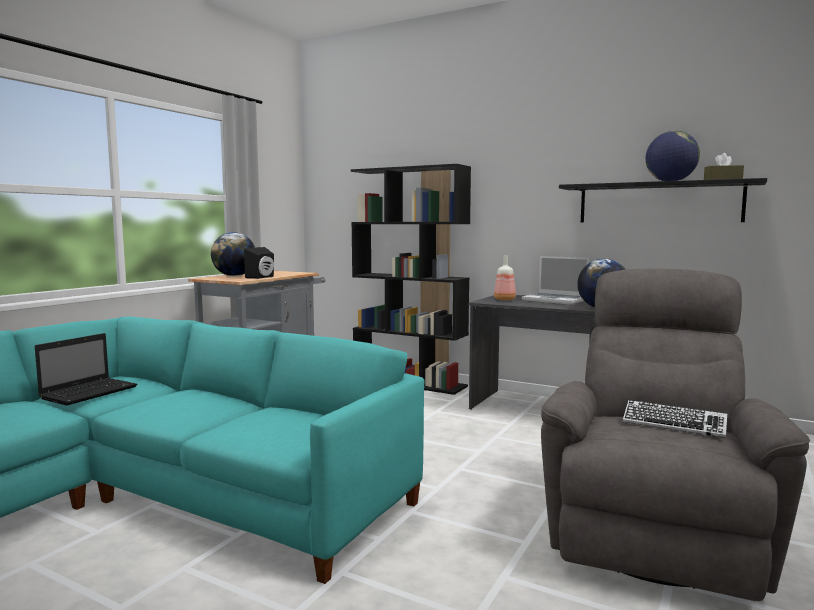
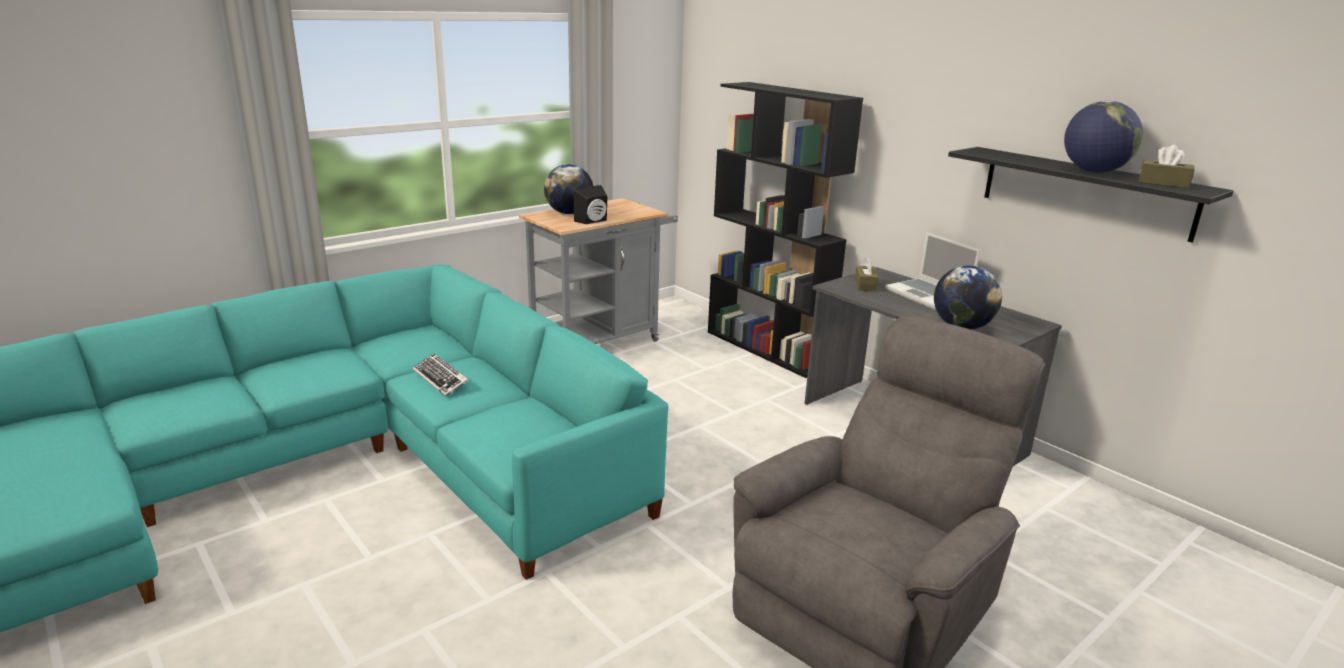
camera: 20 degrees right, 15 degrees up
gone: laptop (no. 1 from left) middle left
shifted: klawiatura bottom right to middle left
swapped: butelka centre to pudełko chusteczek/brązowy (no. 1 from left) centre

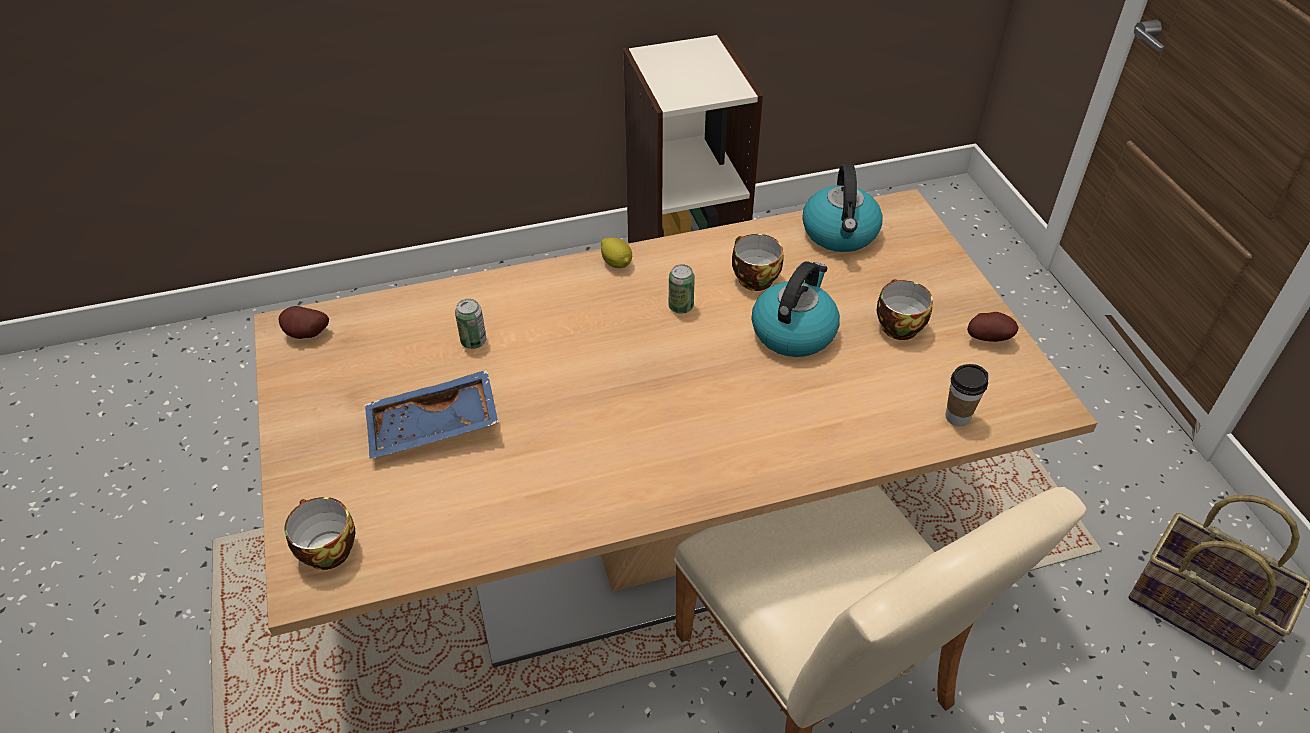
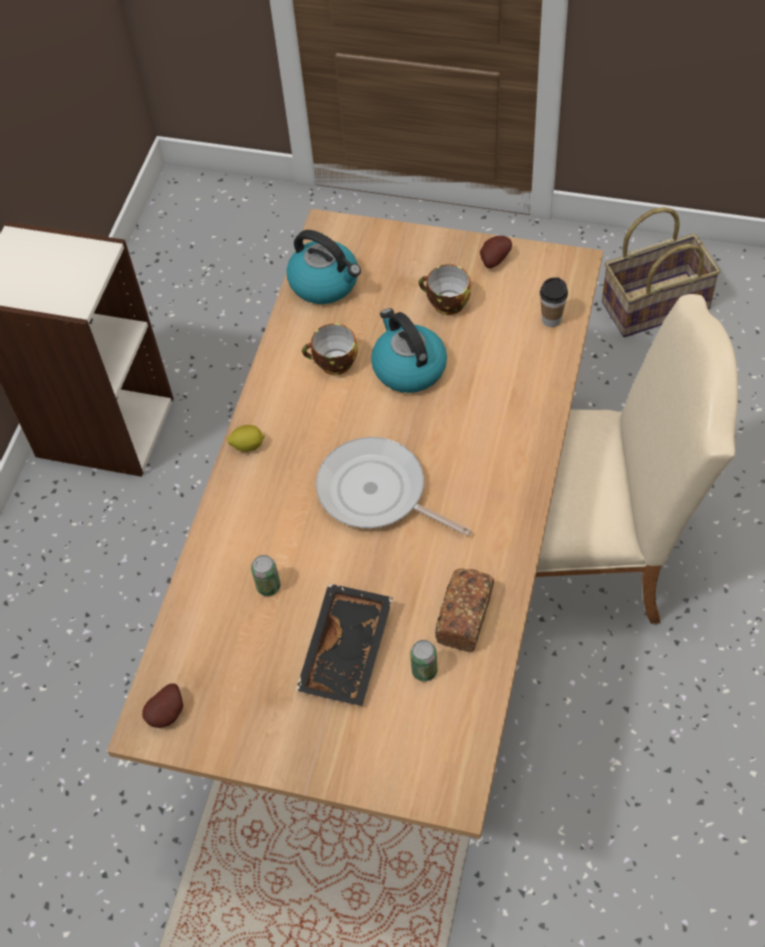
camera: 55 degrees left, 10 degrees up
gone: filiżanka (no. 1 from left) bottom left
new: patelnia centre; chleb centre
shifted: puszka (no. 2 from left) centre to bottom centre
repainted: taca/niebieski middle left to taca/czarny bottom centre

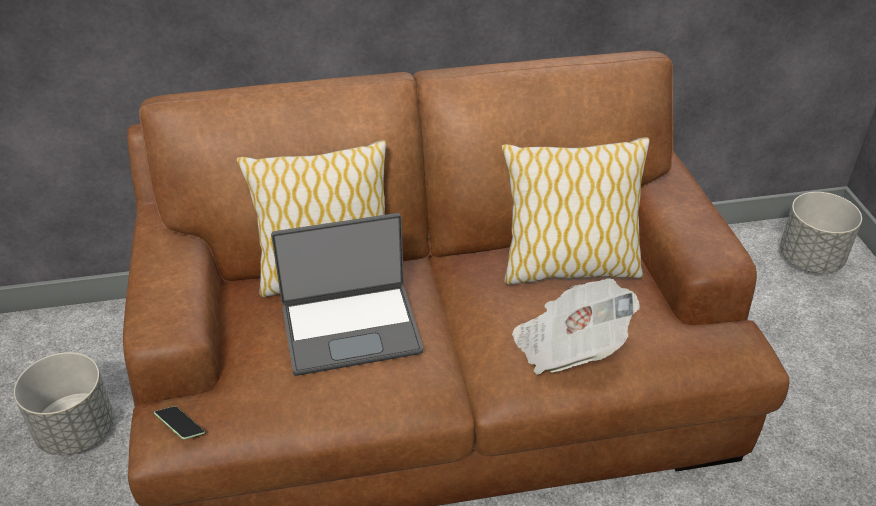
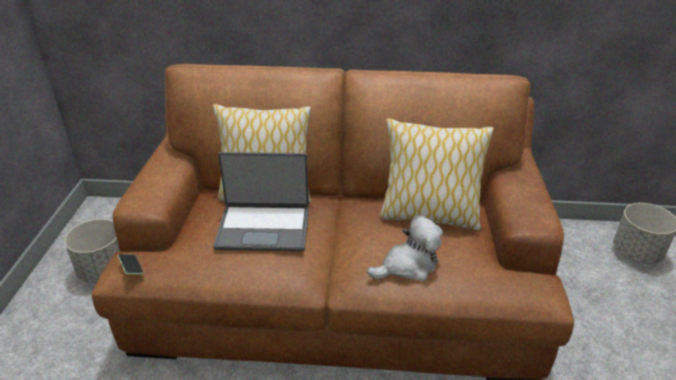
camera: 15 degrees right, 5 degrees down
swapped: gazeta centre to pluszak centre

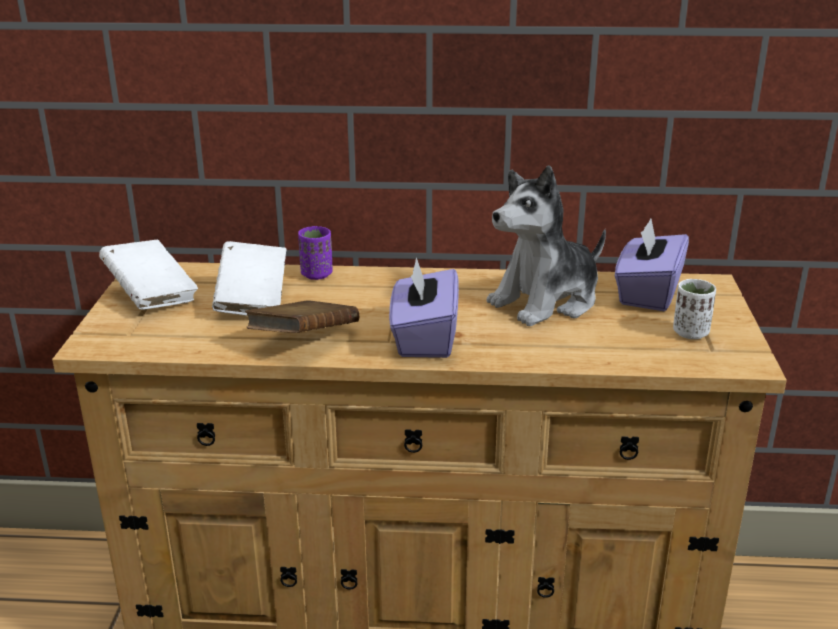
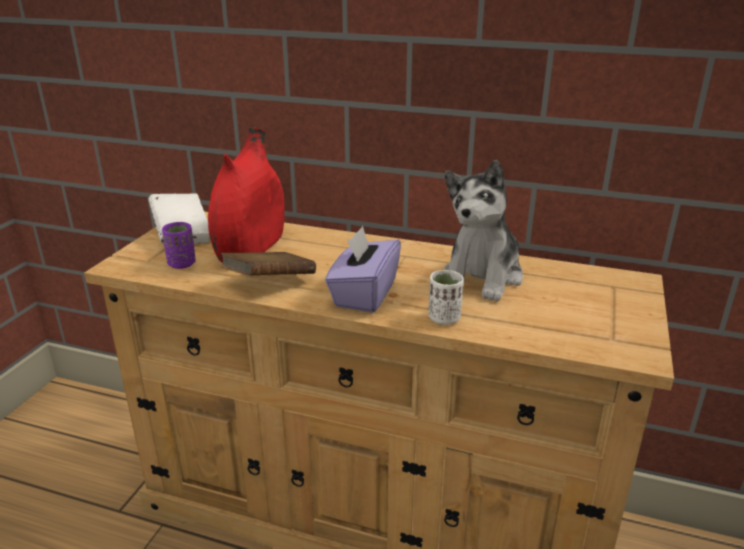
camera: 15 degrees right, 0 degrees up
gone: pudełko chusteczek/fioletowy (no. 2 from left) middle right
shifted: filiżanka/fioletowy centre to middle left; filiżanka/biały middle right to centre
swapped: książka/biały (no. 2 from left) middle left to wazon/czerwony middle left
rotated: pluszak centre = centre 45 degrees counterclockwise

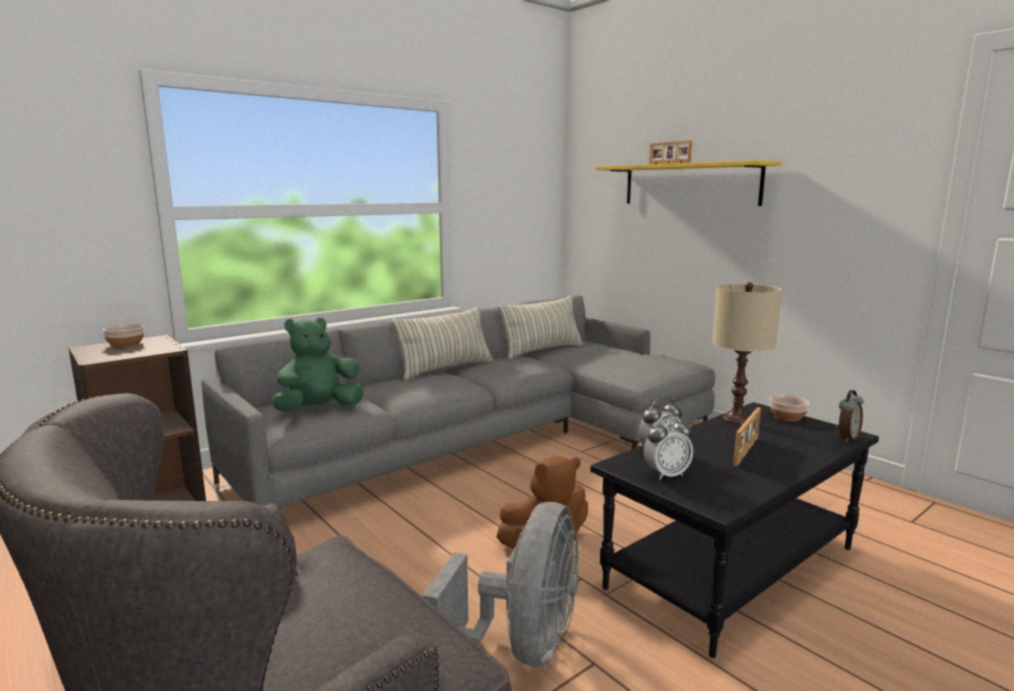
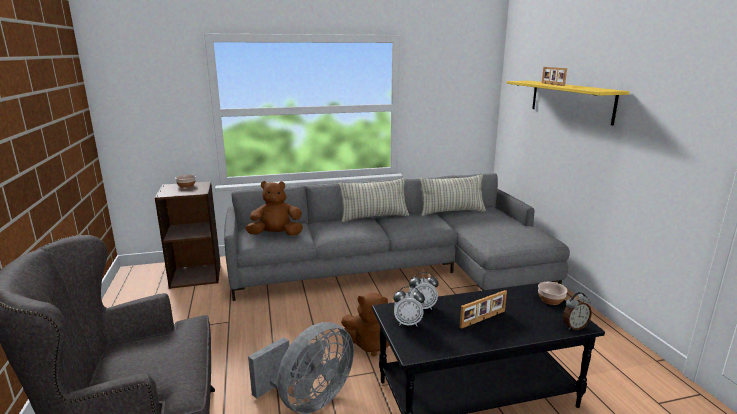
camera: 25 degrees right, 5 degrees up
gone: lampa stołowa/beżowy middle right
repainted: pluszak/zielony middle left to pluszak/brązowy (no. 1 from left) centre

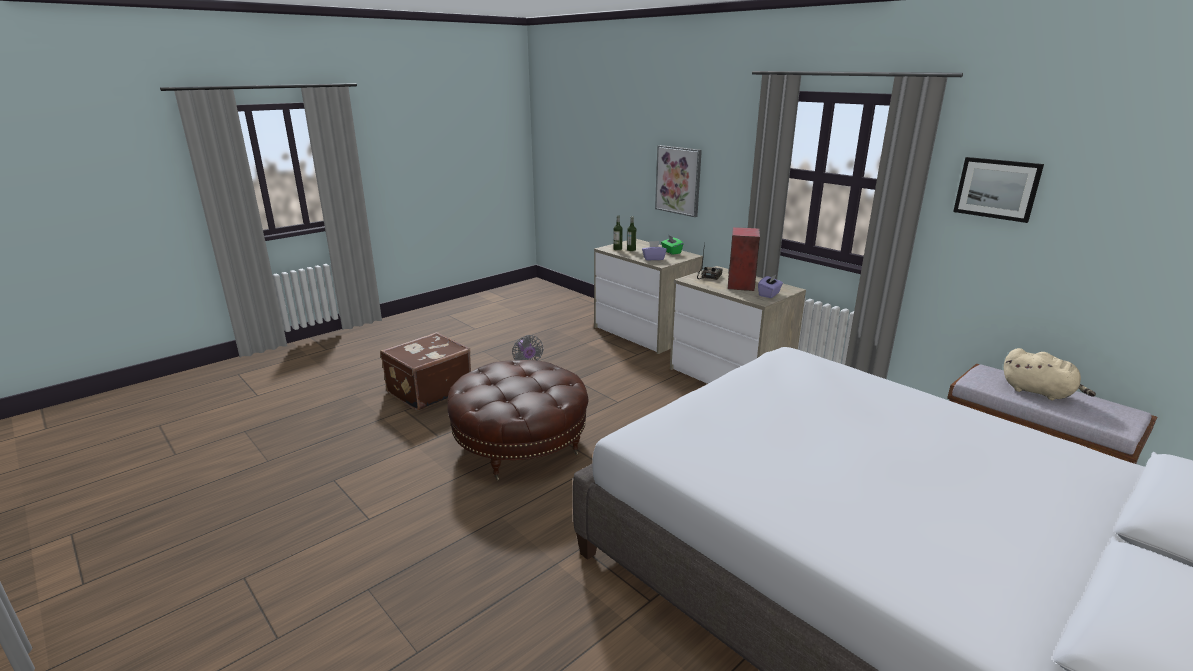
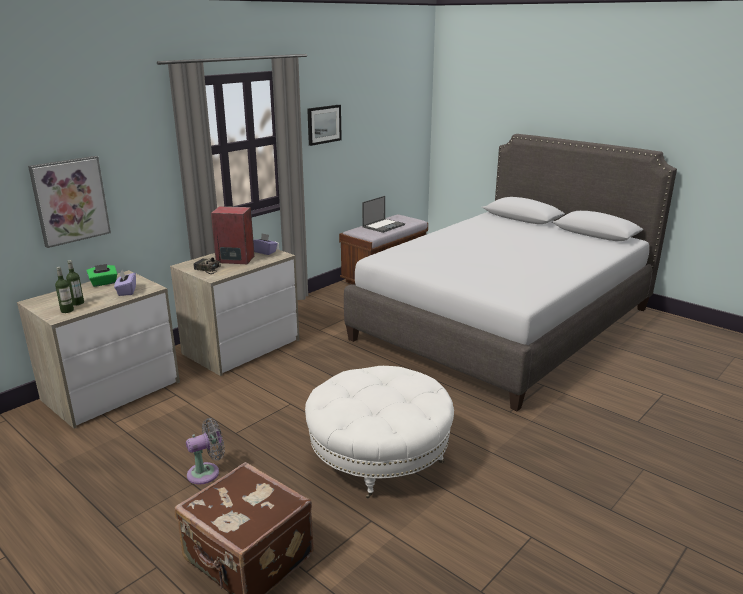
camera: 95 degrees left, 0 degrees up
swapped: pluszak/beżowy middle right to laptop centre
repainted: pufa/brązowy centre to pufa/biały bottom centre

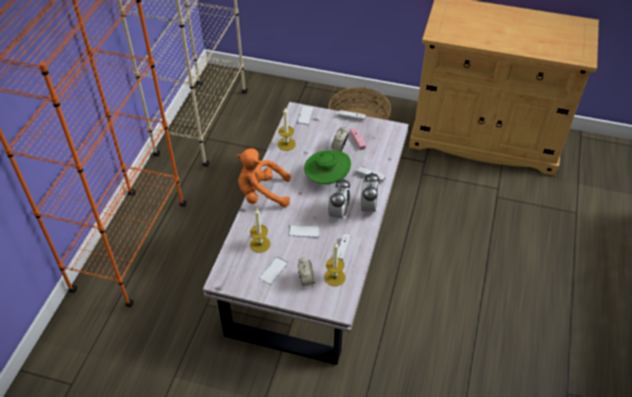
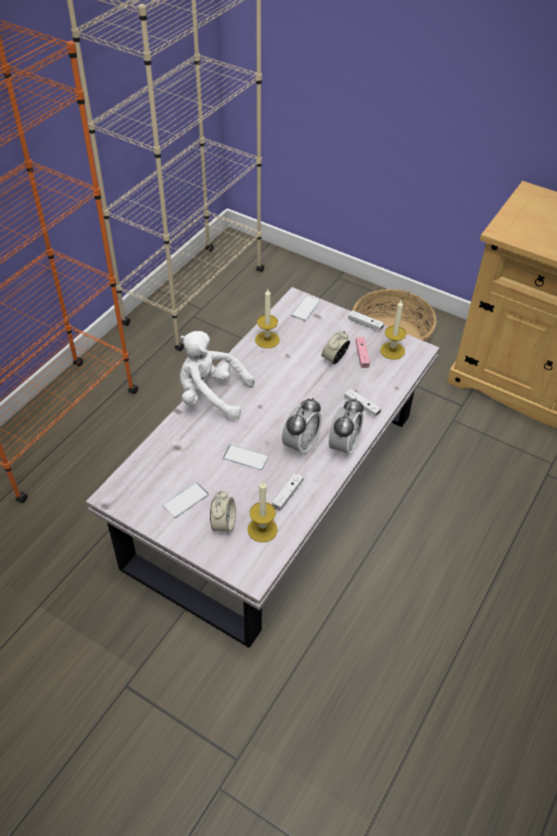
camera: 15 degrees right, 0 degrees up
gone: kapelusz/zielony centre
shifted: świeca (no. 1 from left in the first image) centre to świeca (no. 3 from left) middle right
repainted: pluszak/pomarańczowy centre to pluszak/biały centre

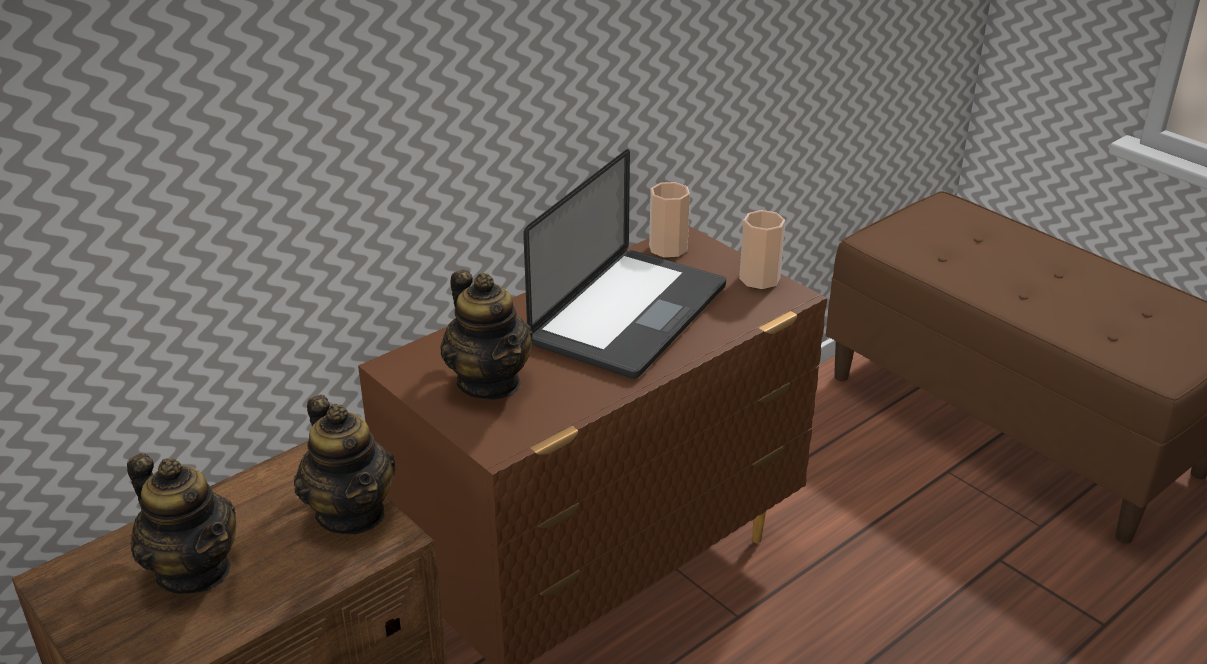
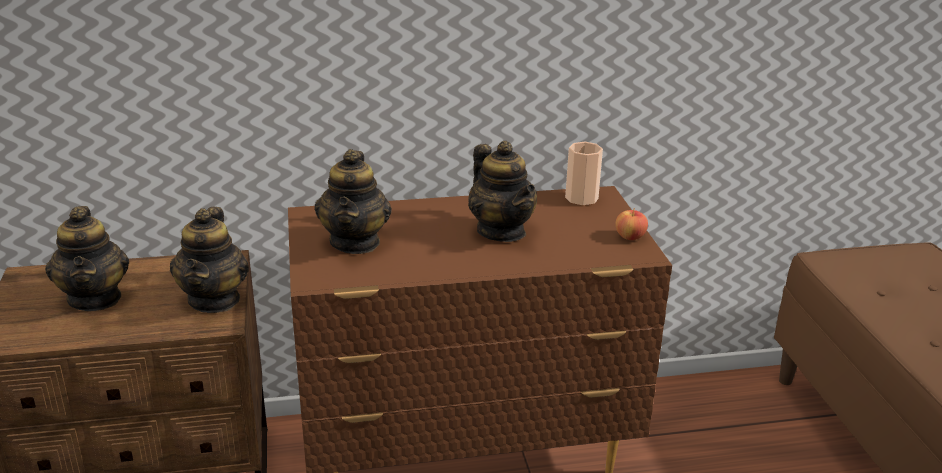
camera: 30 degrees right, 5 degrees down
swapped: laptop centre to imbryk (no. 4 from left) centre; filiżanka (no. 2 from left) centre to jabłko middle right

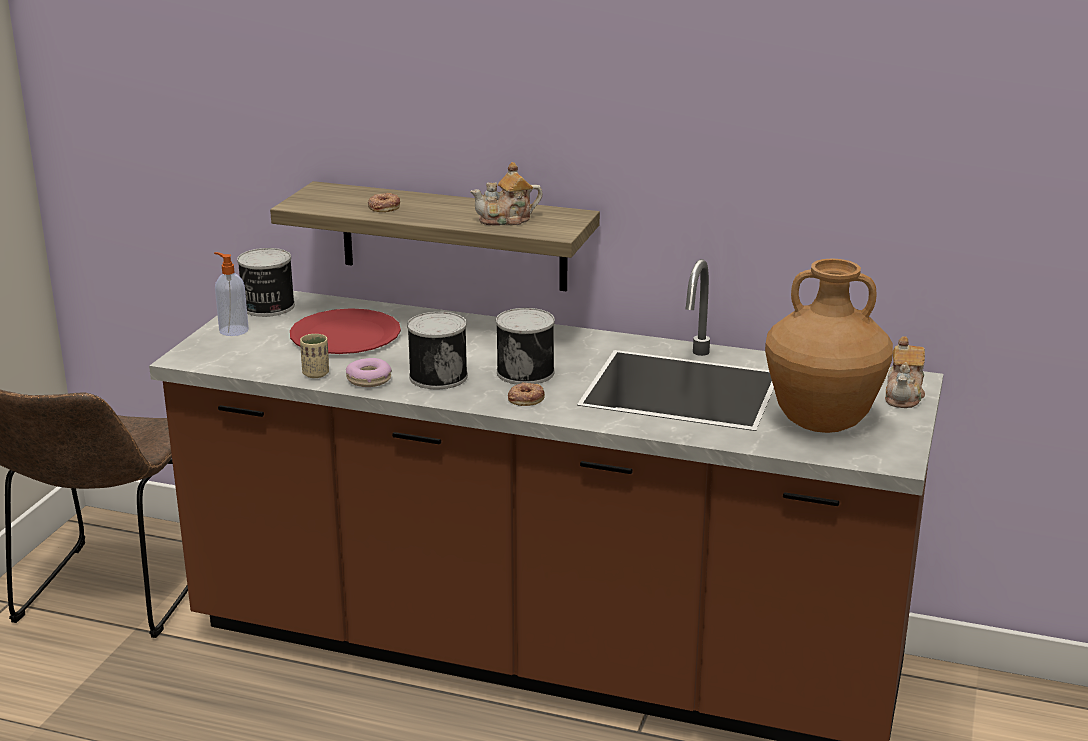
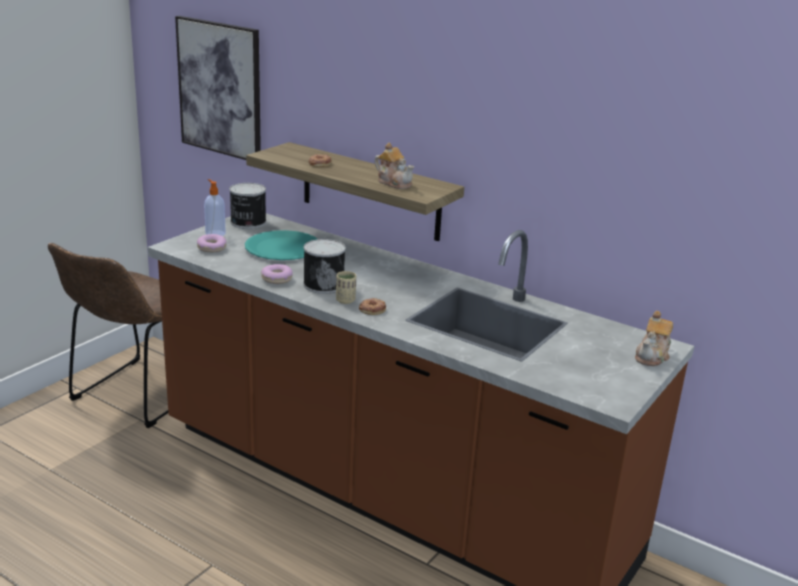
camera: 15 degrees right, 0 degrees up
gone: puszka (no. 3 from left) centre; wazon/brązowy middle right
new: obraz top left; donut (no. 1 from left) middle left
shifted: filiżanka/beżowy middle left to centre
repainted: talerz/czerwony middle left to talerz/turkusowy centre
rotated: imbryk (no. 1 from left) top centre = top centre 135 degrees counterclockwise

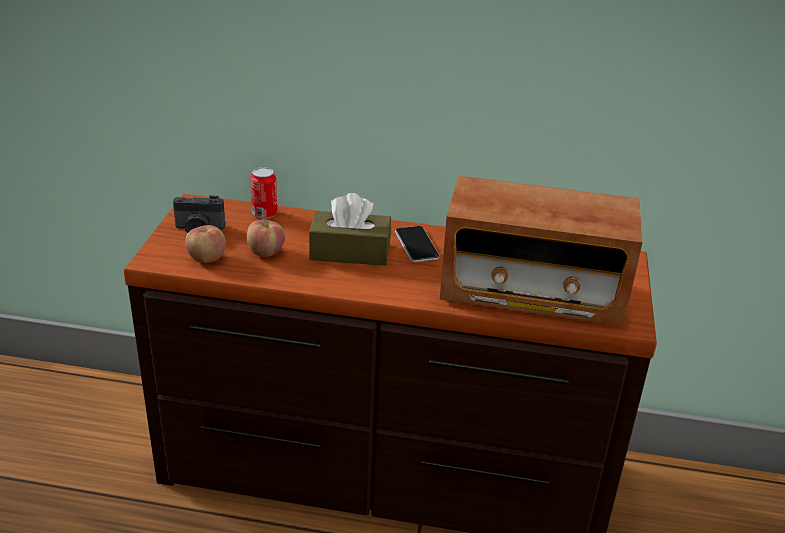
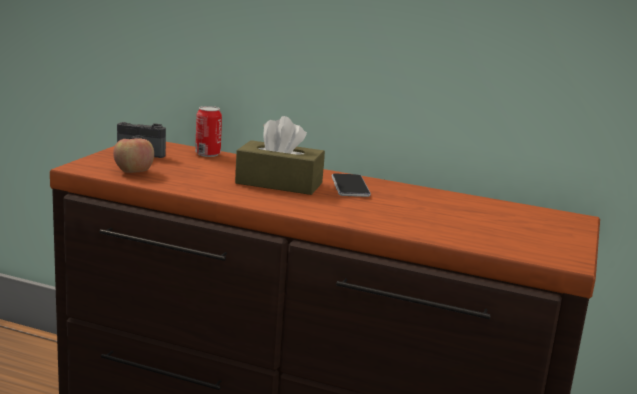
camera: 10 degrees right, 15 degrees down
gone: jabłko (no. 2 from left) centre; radio middle right

